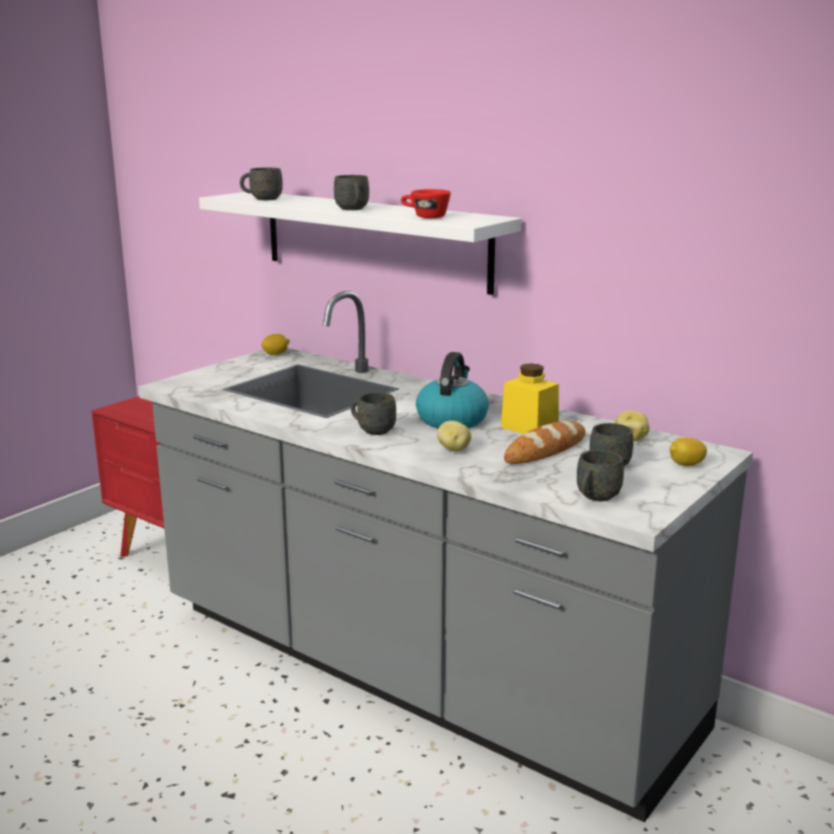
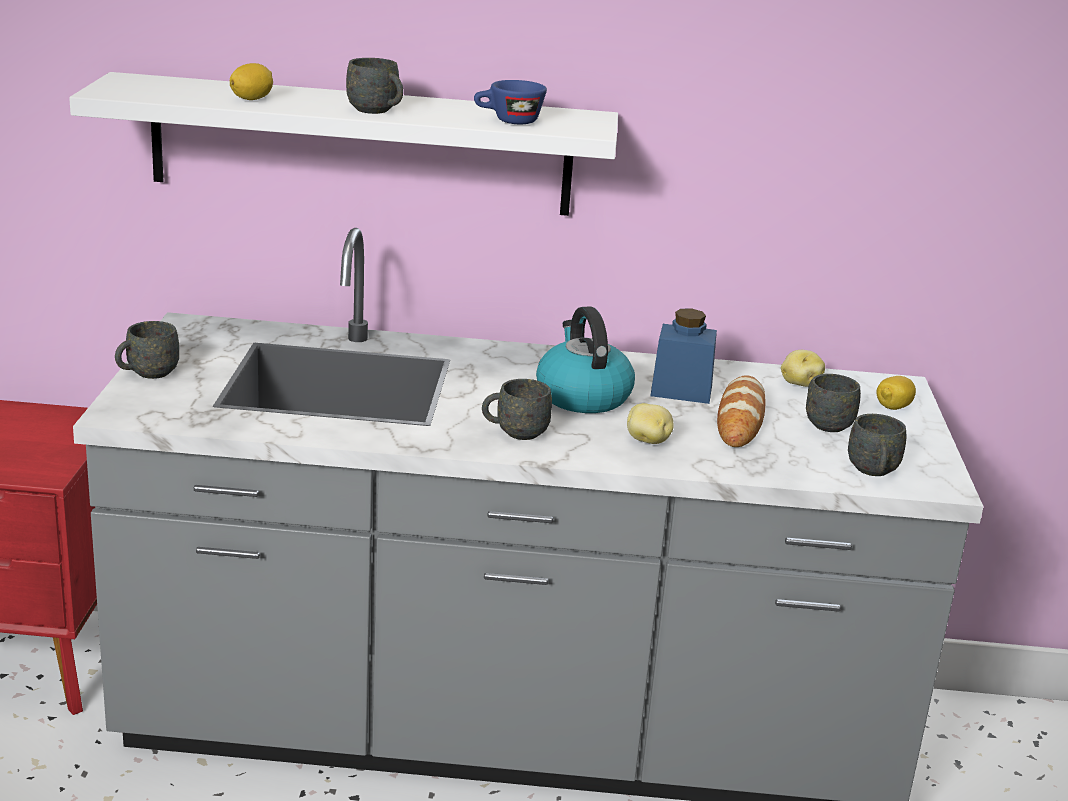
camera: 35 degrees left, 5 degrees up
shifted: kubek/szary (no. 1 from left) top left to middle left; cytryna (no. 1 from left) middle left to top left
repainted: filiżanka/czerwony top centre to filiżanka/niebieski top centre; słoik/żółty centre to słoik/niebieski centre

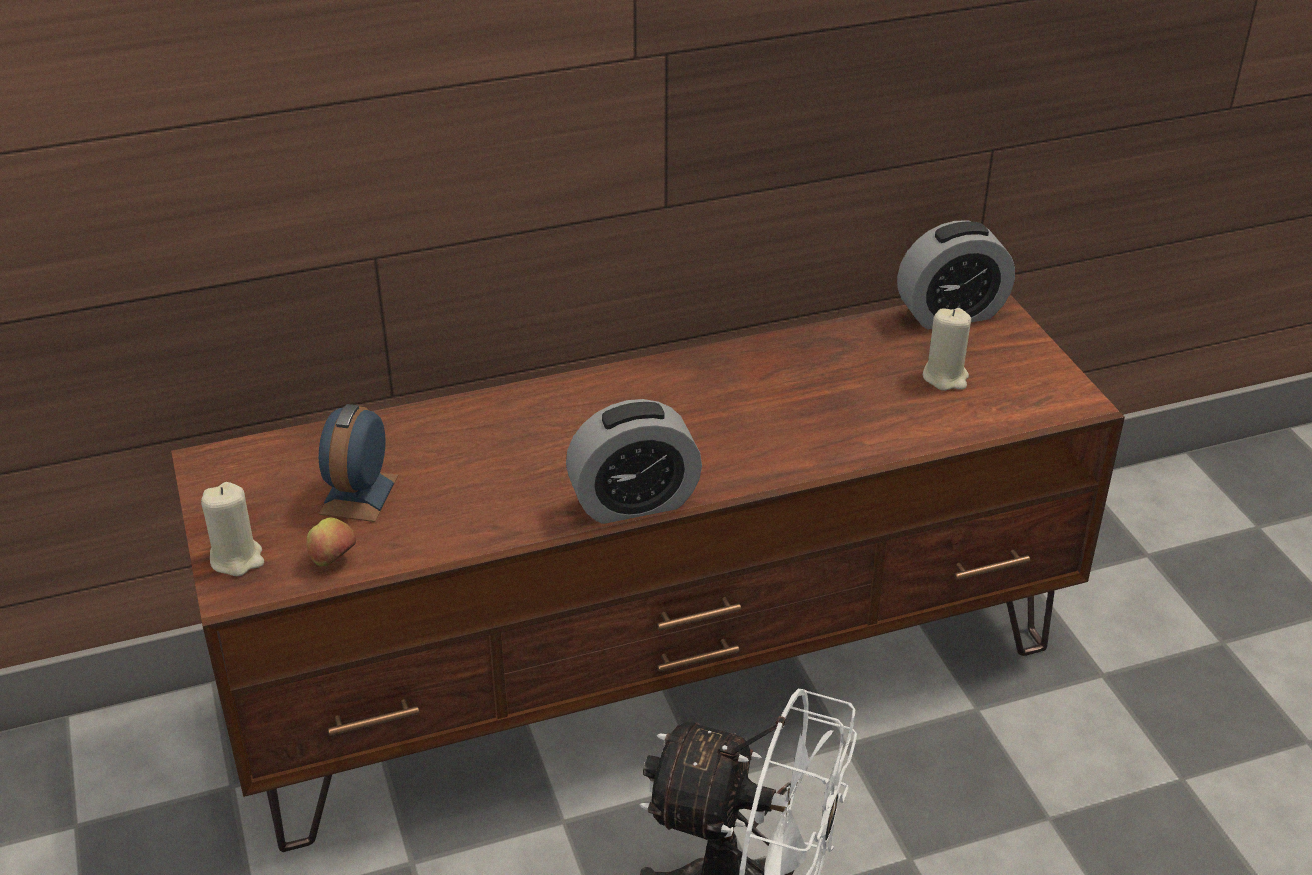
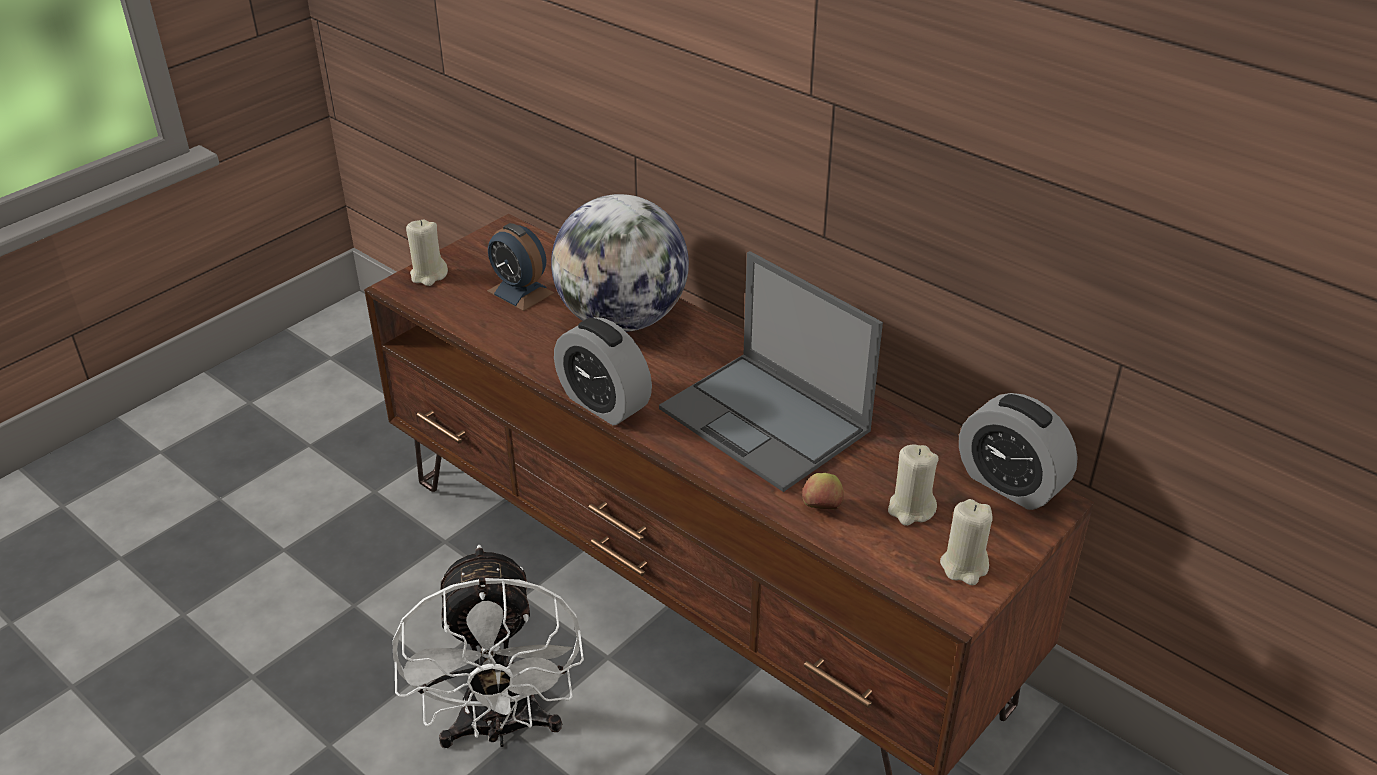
camera: 60 degrees right, 0 degrees up
new: globus centre; laptop centre; świeca/beżowy (no. 3 from left) bottom right
shifted: jabłko middle left to centre
rotated: budzik (no. 1 from left) middle left = centre 120 degrees counterclockwise

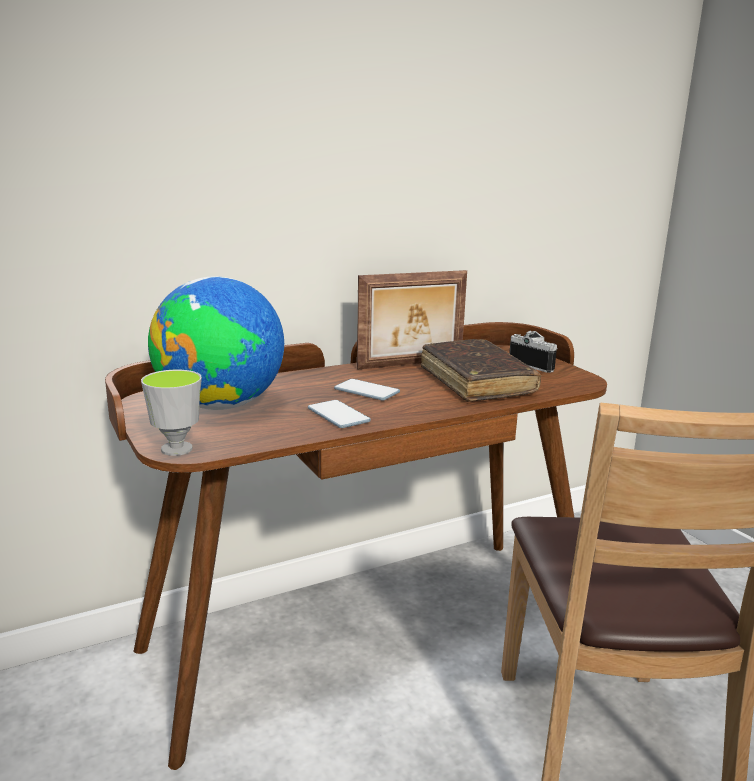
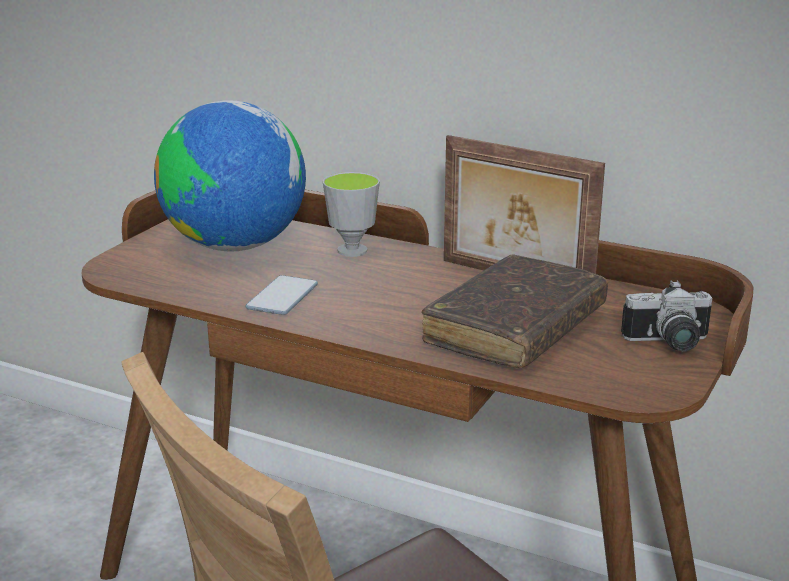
camera: 55 degrees right, 5 degrees up
gone: telefon (no. 2 from left) centre
shifted: filiżanka middle left to centre
rotated: aparat fotograficzny middle right = middle right 75 degrees clockwise

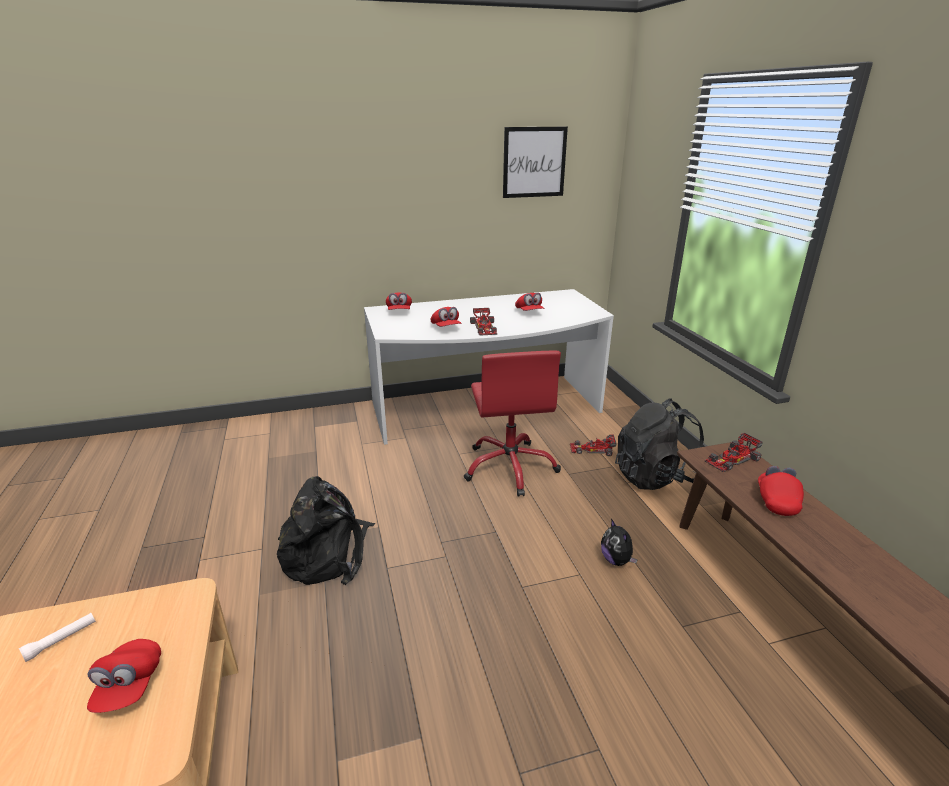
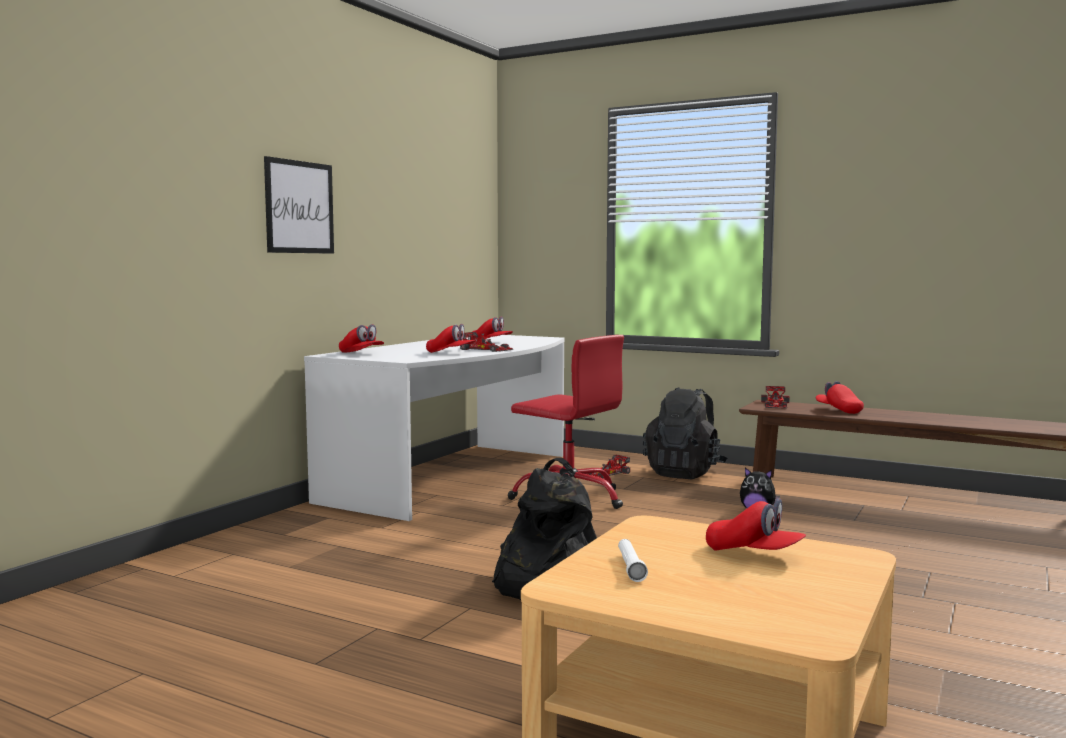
camera: 45 degrees left, 20 degrees down
shifted: obraz top centre to top left

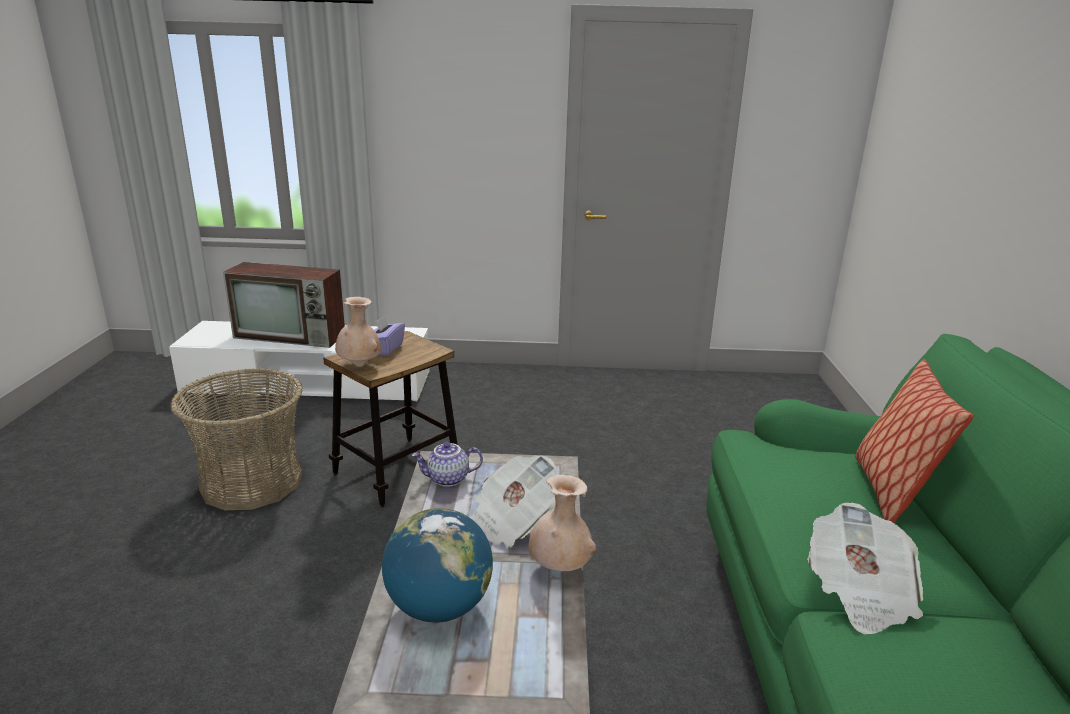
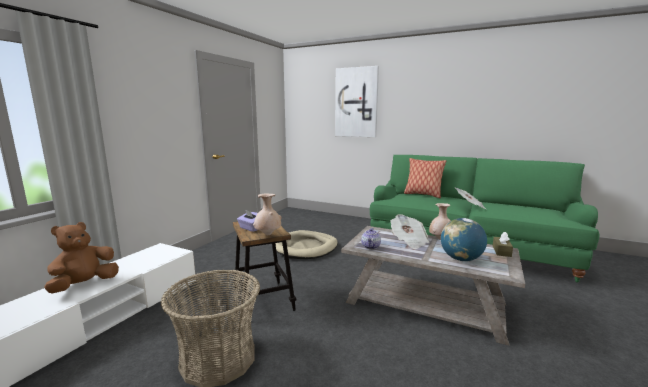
camera: 65 degrees left, 10 degrees down
new: legowisko/beżowy centre; obraz top centre; pudełko chusteczek/brązowy middle right
swapped: telewizor middle left to pluszak/brązowy middle left

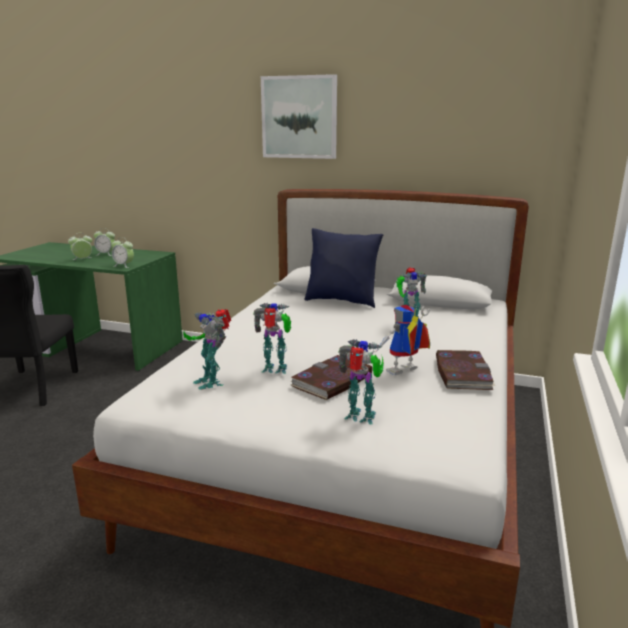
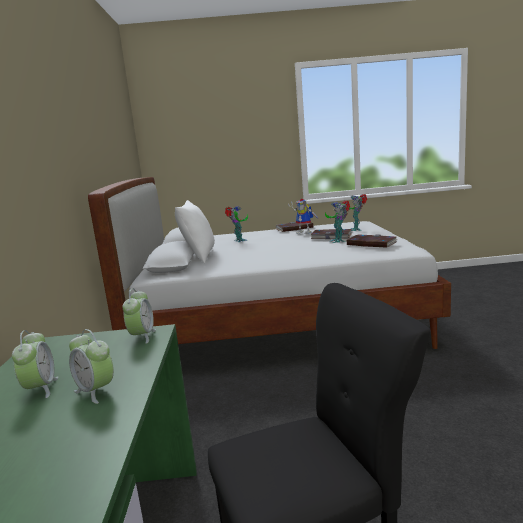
camera: 110 degrees left, 5 degrees down
gone: obraz top centre
swapped: robot zabawkowy (no. 1 from left) middle left to książka (no. 3 from left) middle right
repainted: poduszka/niebieski centre to poduszka/biały centre

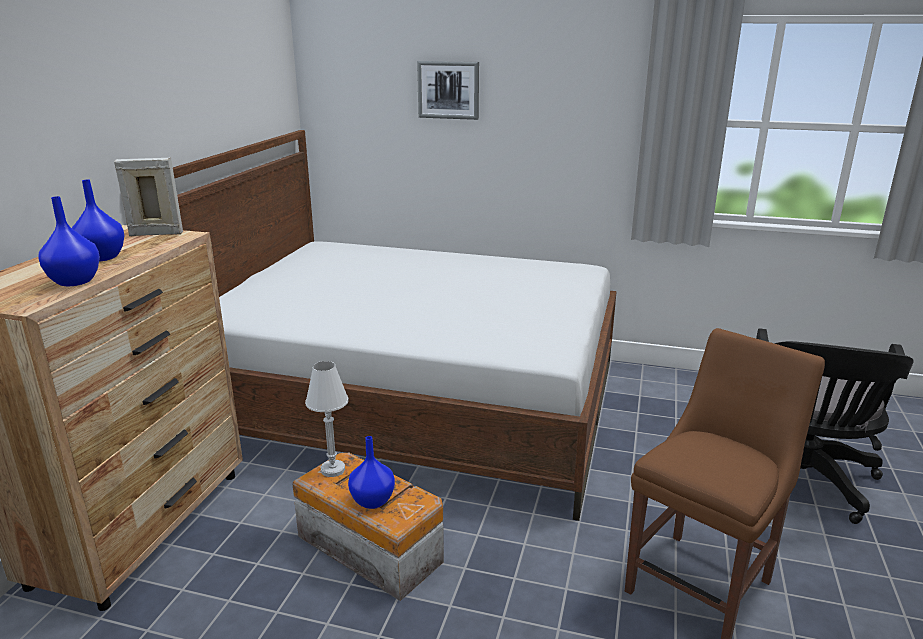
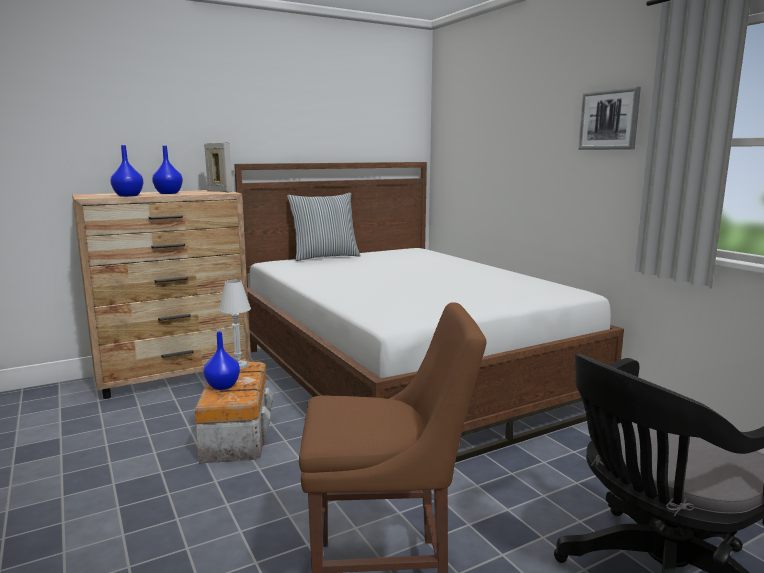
camera: 45 degrees right, 10 degrees down
new: poduszka centre
shifted: obraz top centre to top right

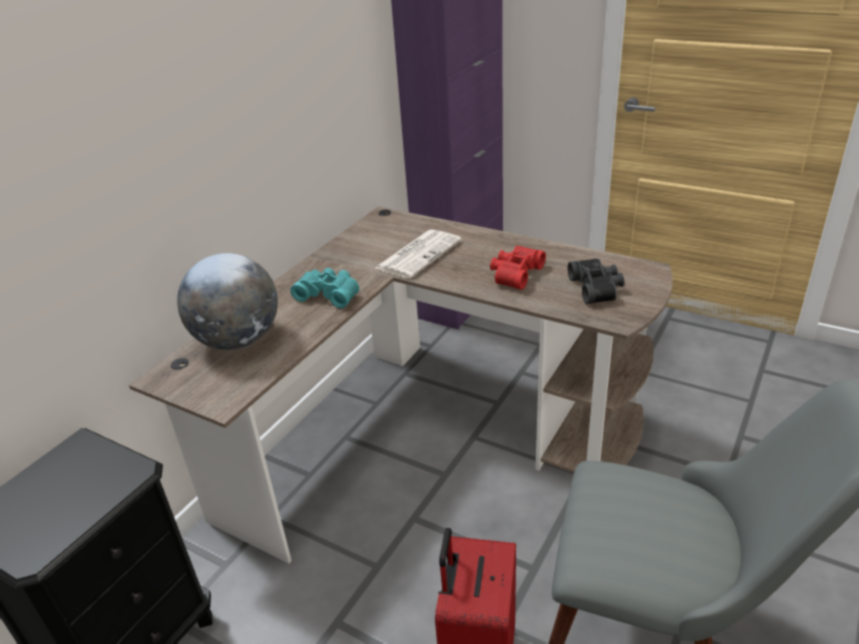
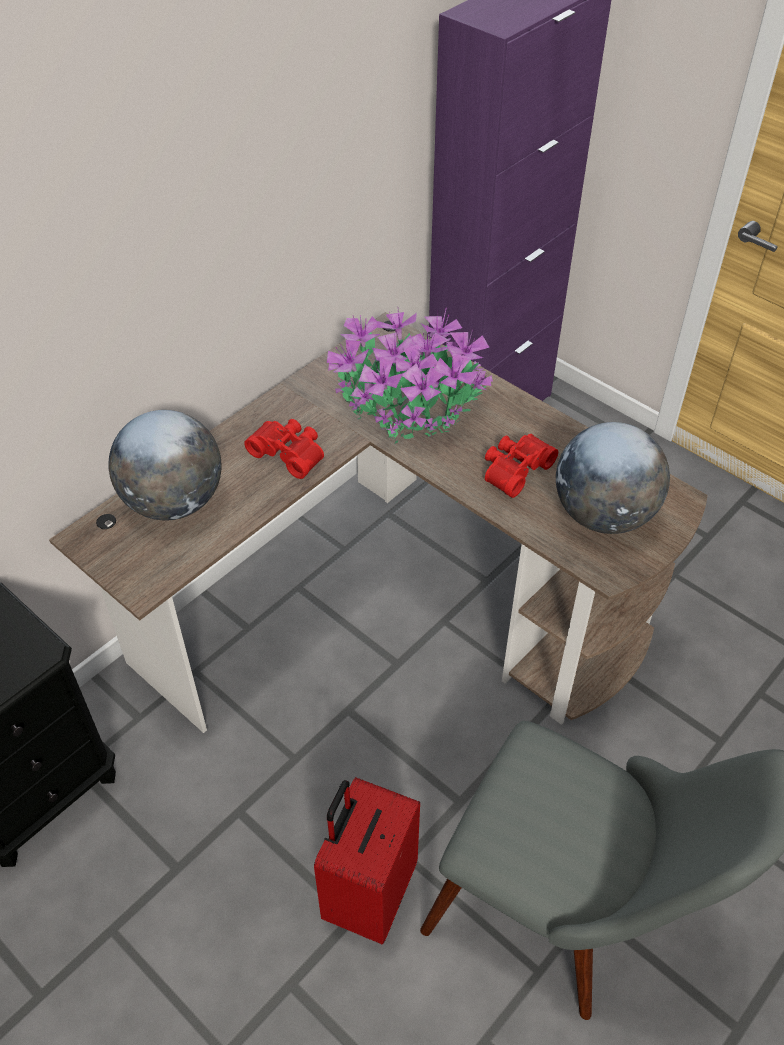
camera: 10 degrees right, 15 degrees up
swapped: gazeta centre to roślina doniczkowa centre; lornetka/czarny middle right to globus (no. 2 from left) middle right
repainted: lornetka/turkusowy centre to lornetka/czerwony (no. 1 from left) centre

